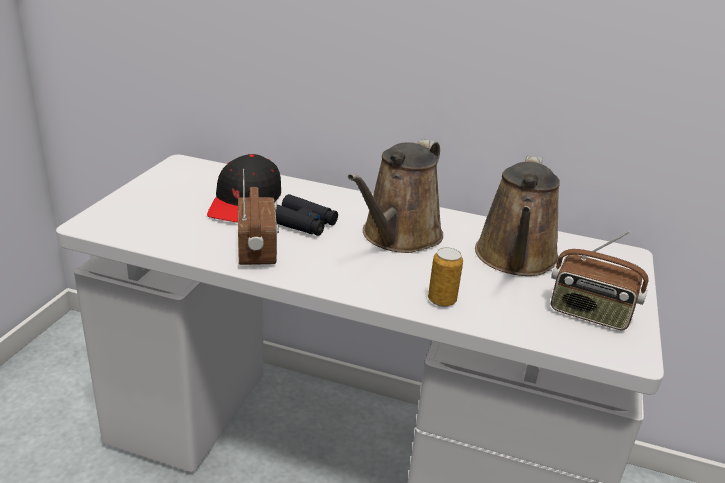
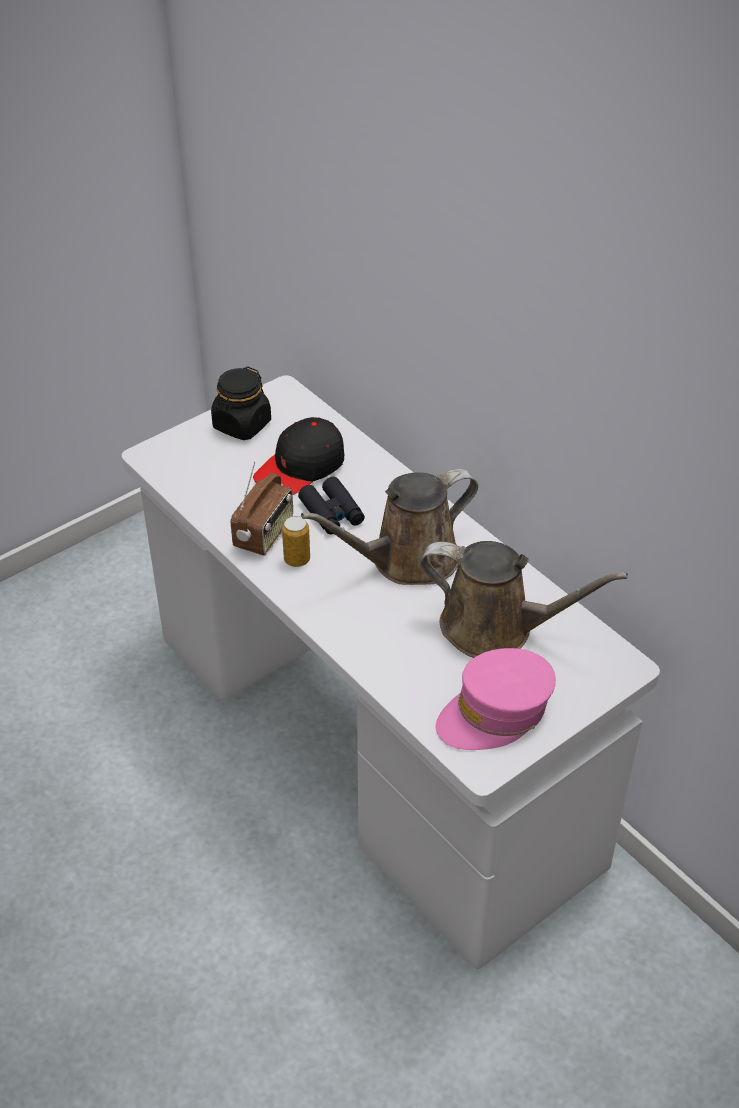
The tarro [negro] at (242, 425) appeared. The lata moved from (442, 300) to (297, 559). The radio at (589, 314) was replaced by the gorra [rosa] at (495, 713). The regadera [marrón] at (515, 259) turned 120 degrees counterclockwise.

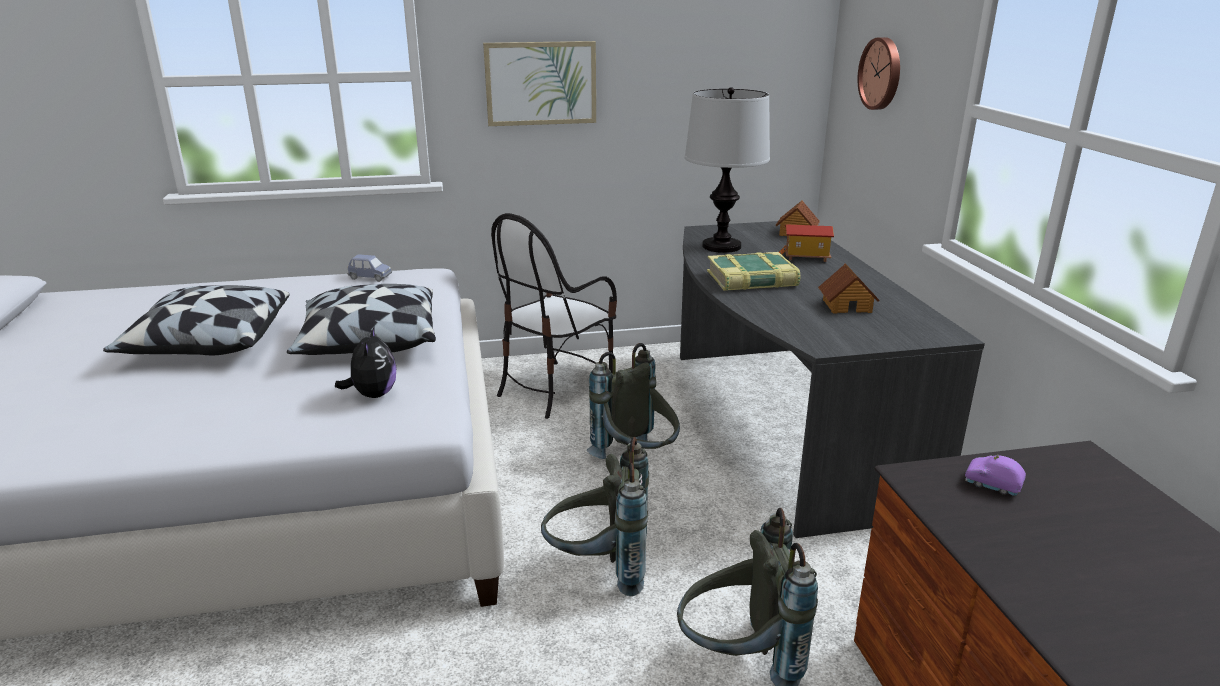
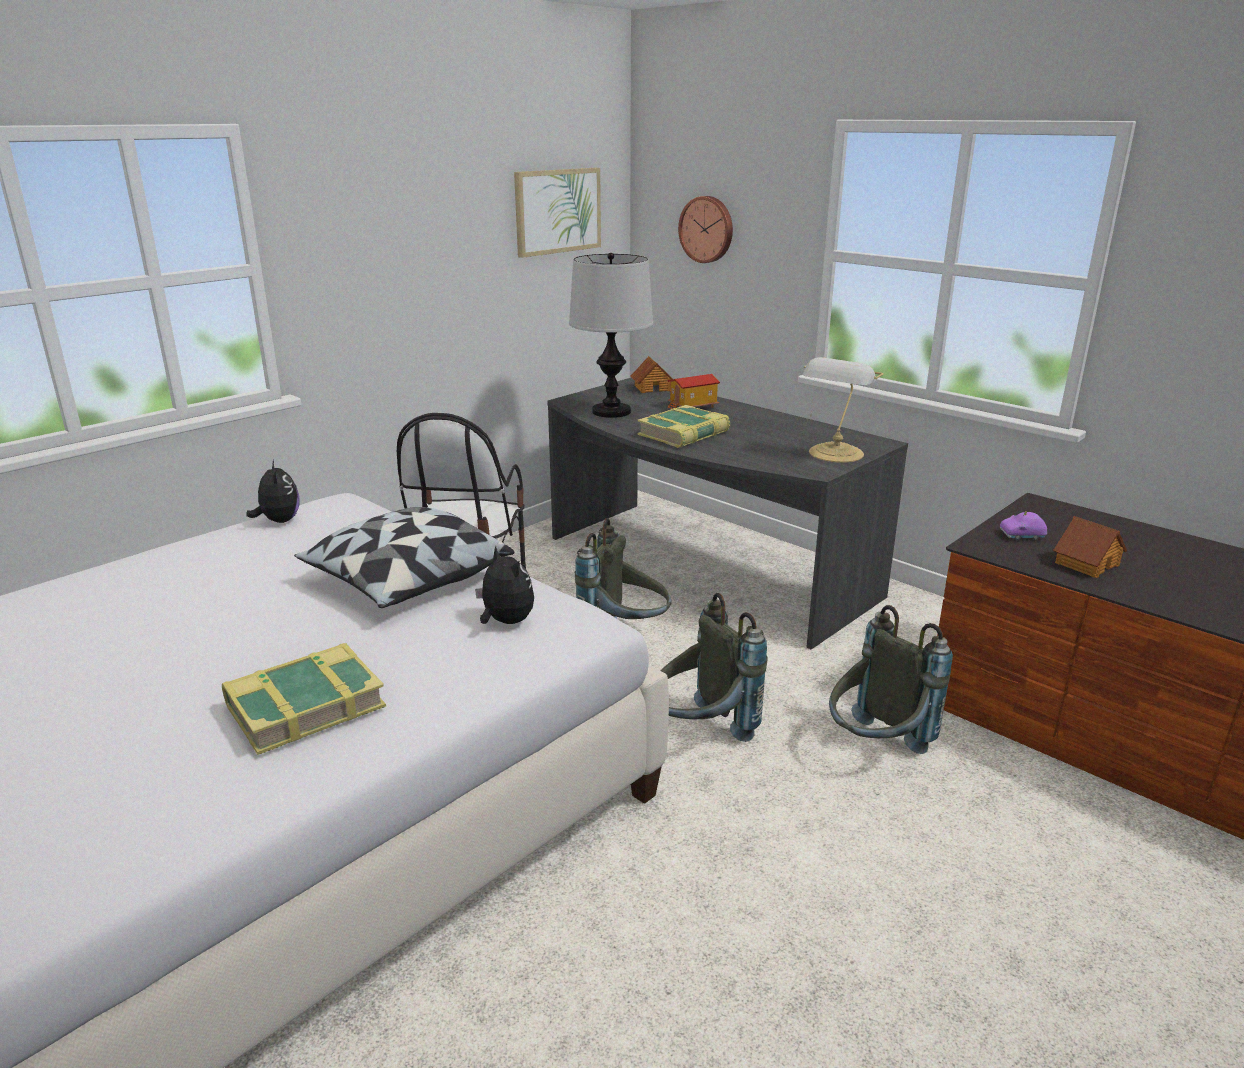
The cojín at (208, 344) disappeared. The libro at (305, 706) appeared. The lámpara de mesa at (835, 454) appeared. The cuadro moved from (541, 83) to (557, 211). The casita moved from (846, 305) to (1086, 563). The coche de juguete [azul] at (370, 277) was replaced by the peluche at (279, 521).

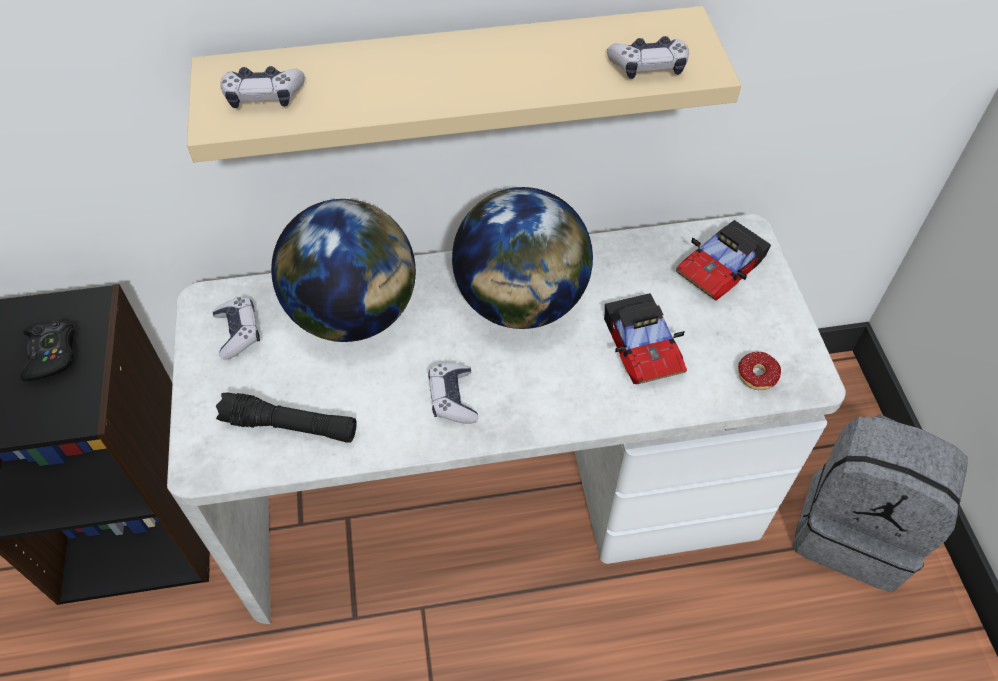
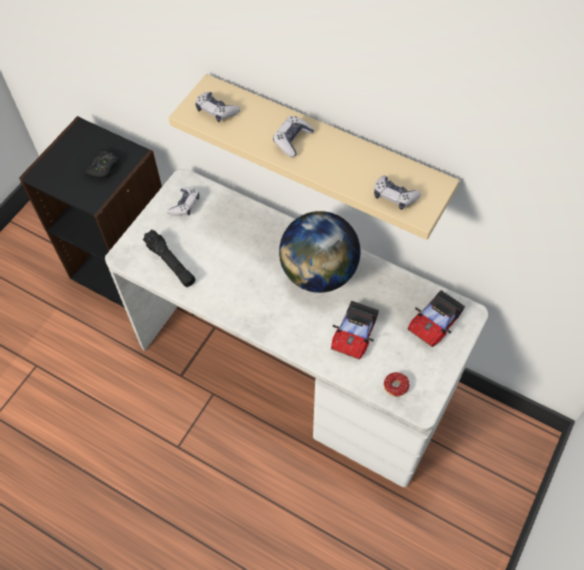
The globo terráqueo at (354, 314) disappeared. The mochila [gris] at (855, 529) disappeared. The mando de consola moved from (453, 398) to (292, 140). The coche de juguete at (720, 268) turned 45 degrees counterclockwise.

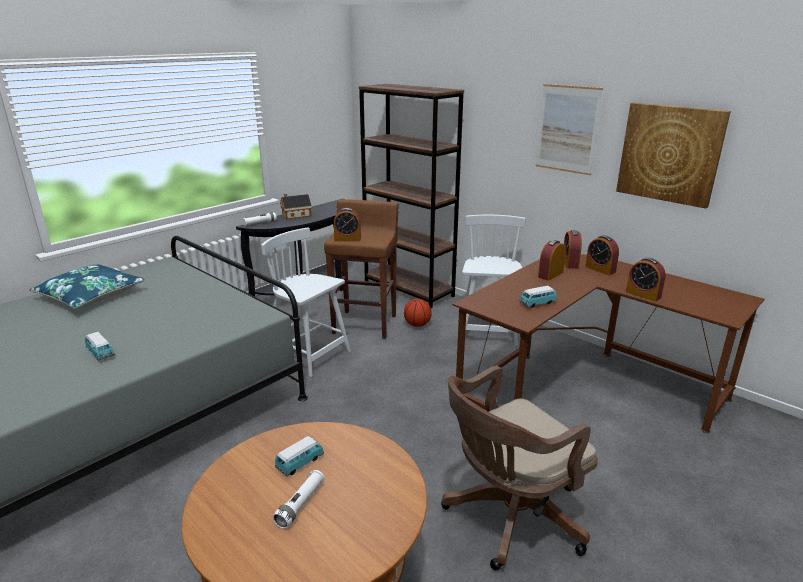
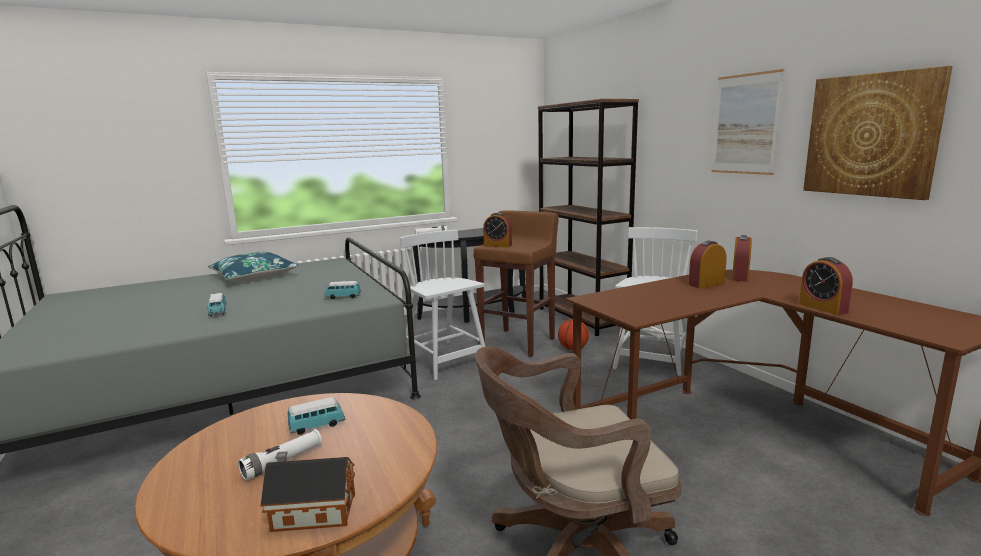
The despertador at (600, 269) disappeared. The casita moved from (295, 215) to (310, 512). The coche de juguete moved from (537, 304) to (343, 297).

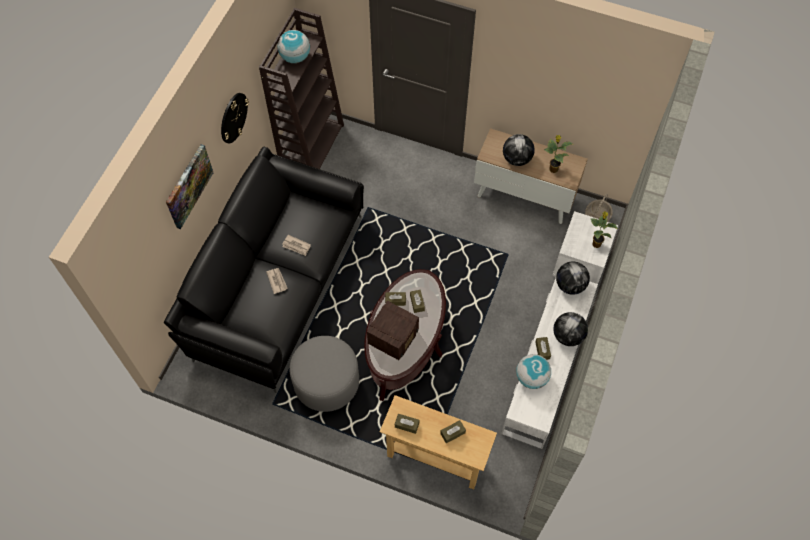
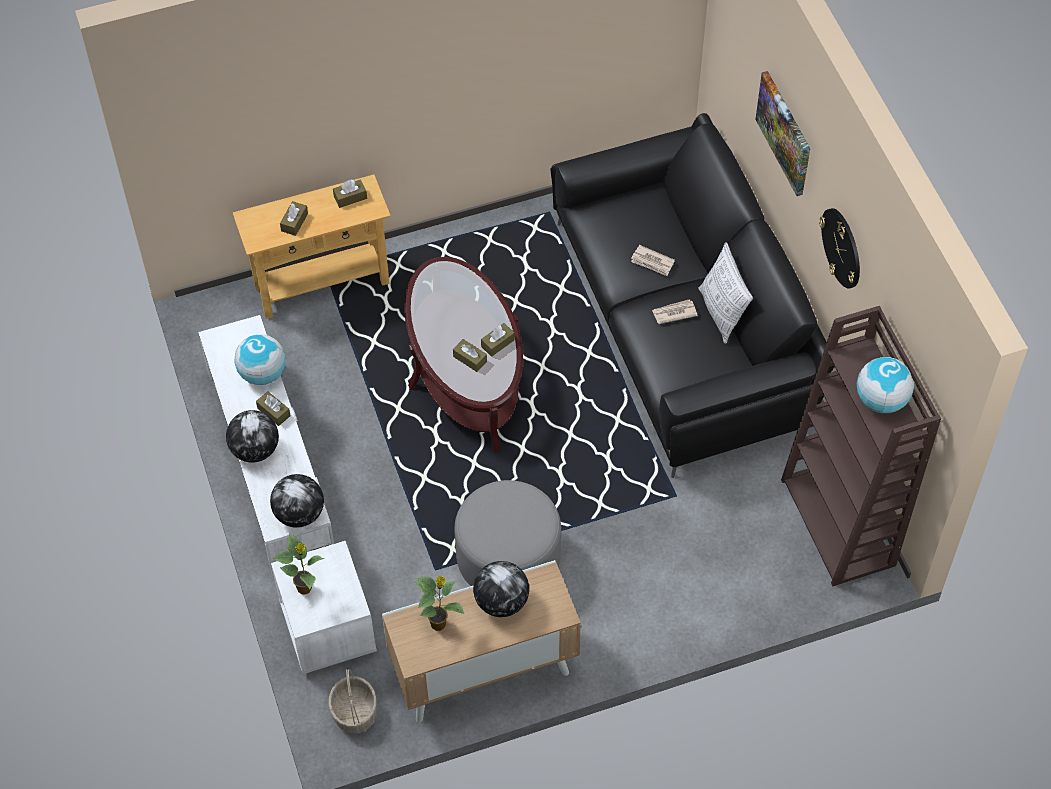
The radio at (394, 337) disappeared. The cojín at (721, 313) appeared. The puf [gris] moved from (326, 382) to (508, 558).

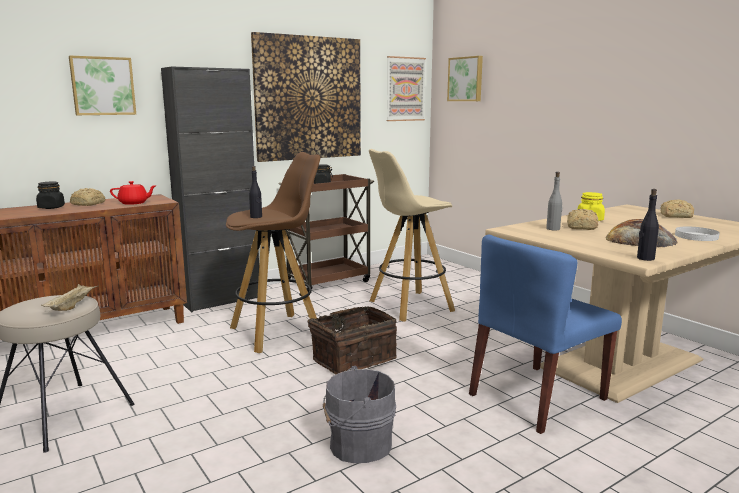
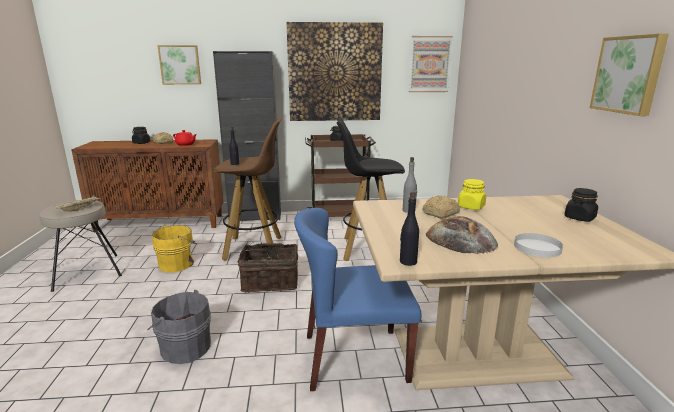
The cubo [amarillo] at (178, 263) appeared. The cuadro moved from (466, 79) to (629, 74). The pan at (675, 216) was replaced by the tarro [negro] at (579, 218). The taburete [beis] at (409, 306) became the taburete [negro] at (368, 249).

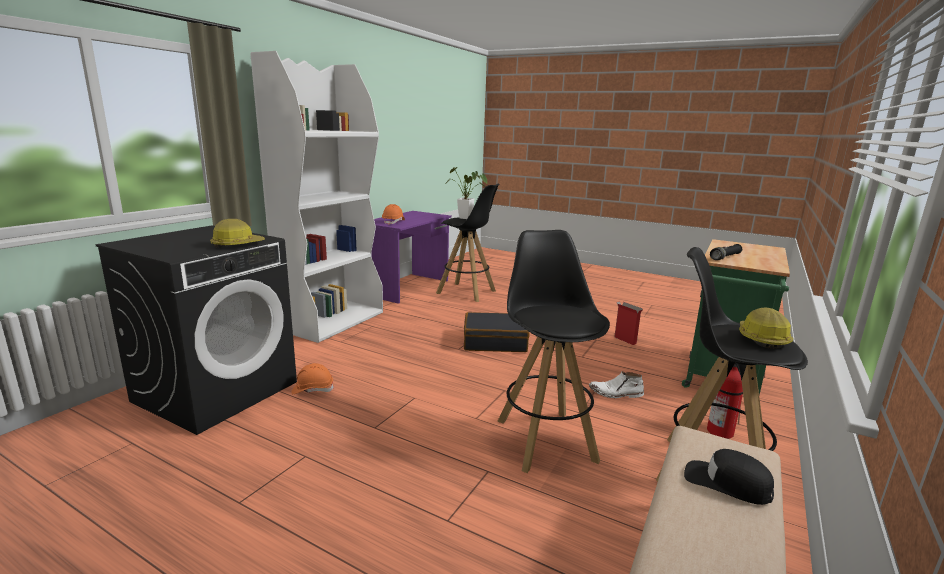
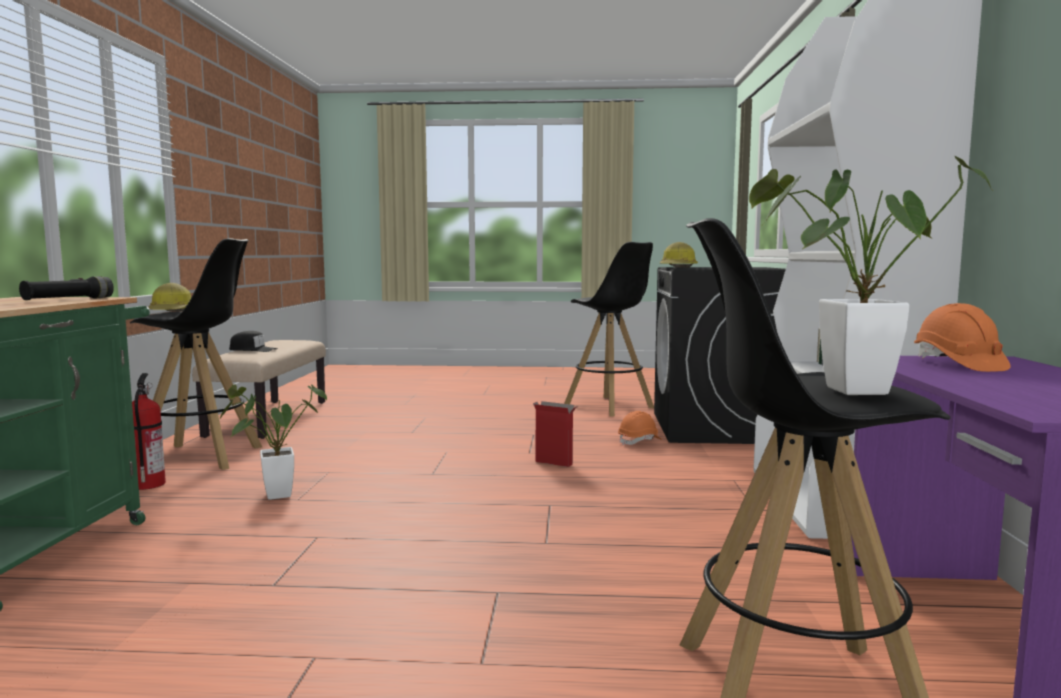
The maleta [negro] at (495, 341) disappeared. The taburete [negro] moved from (545, 439) to (609, 406). The caja de cartón moved from (624, 340) to (554, 463). The bota [blanco] at (616, 393) was replaced by the planta en maceta at (271, 496).

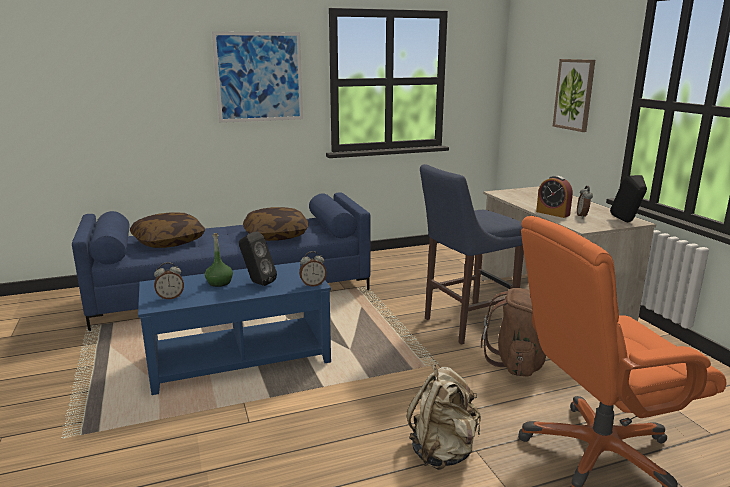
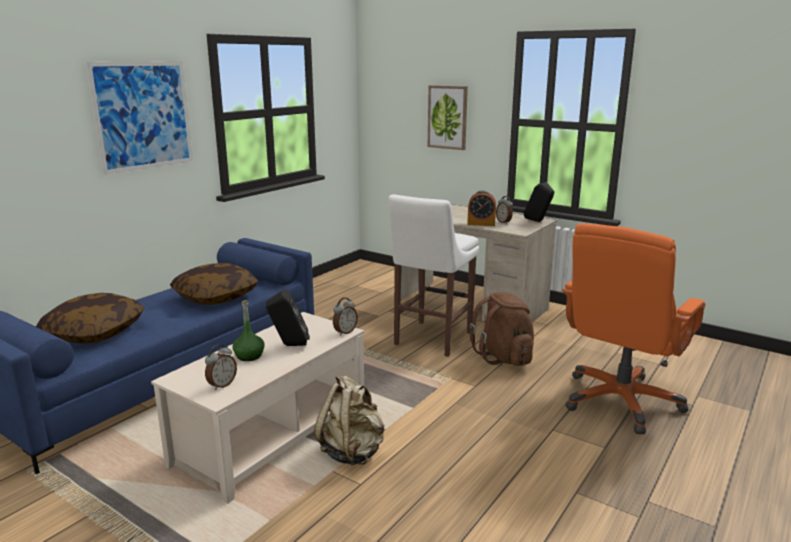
The mochila [beis] moved from (443, 451) to (352, 452). The mesa de centro [azul] at (240, 358) became the mesa de centro [beis] at (273, 435). The taburete [azul] at (464, 324) became the taburete [blanco] at (431, 340).

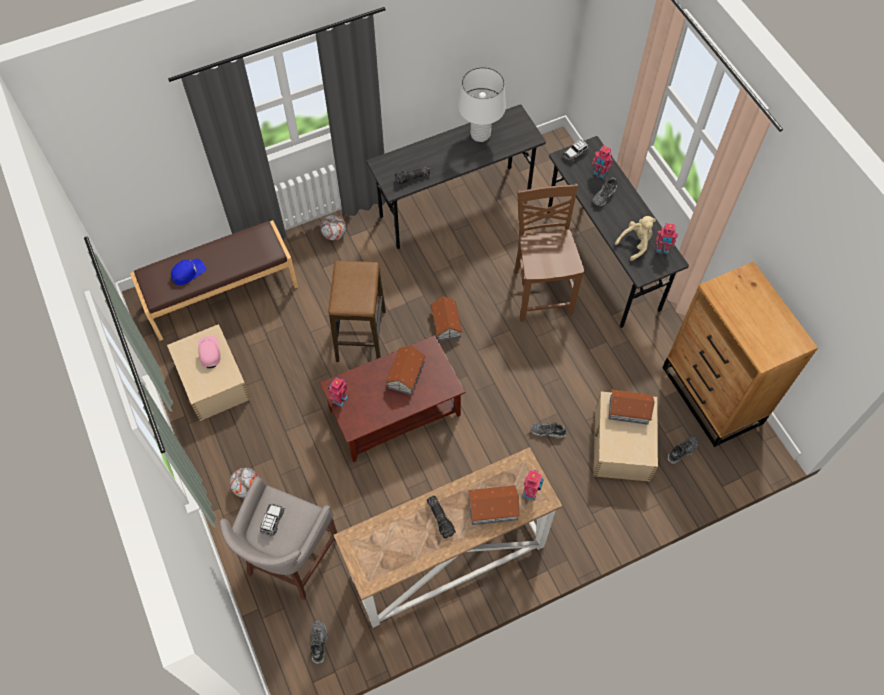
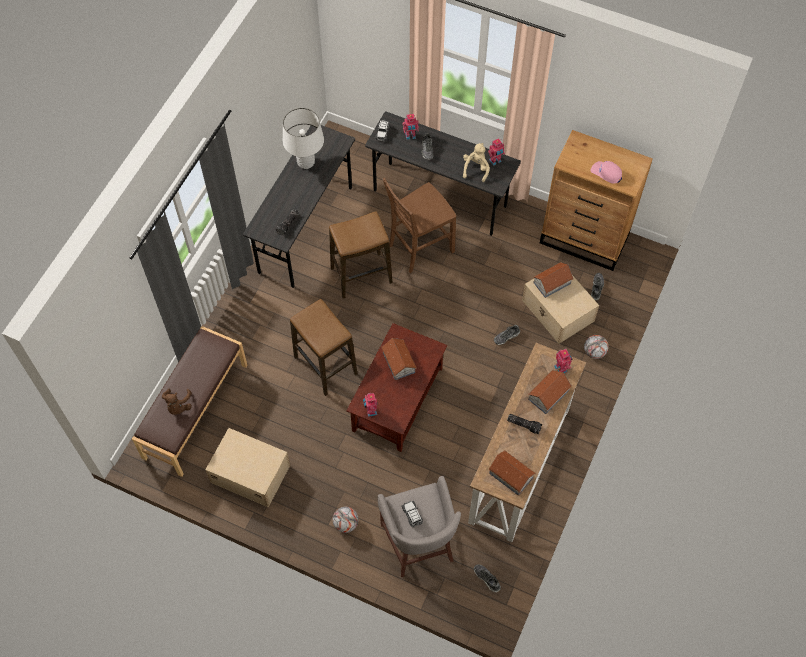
The taburete at (361, 275) appeared. The gorra [rosa] moved from (209, 352) to (606, 173). The balón de fútbol moved from (334, 235) to (594, 352). The casita moved from (446, 323) to (510, 475). The gorra [azul] at (188, 272) was replaced by the peluche [marrón] at (178, 406). The silla [marrón] at (541, 292) turned 75 degrees counterclockwise.

